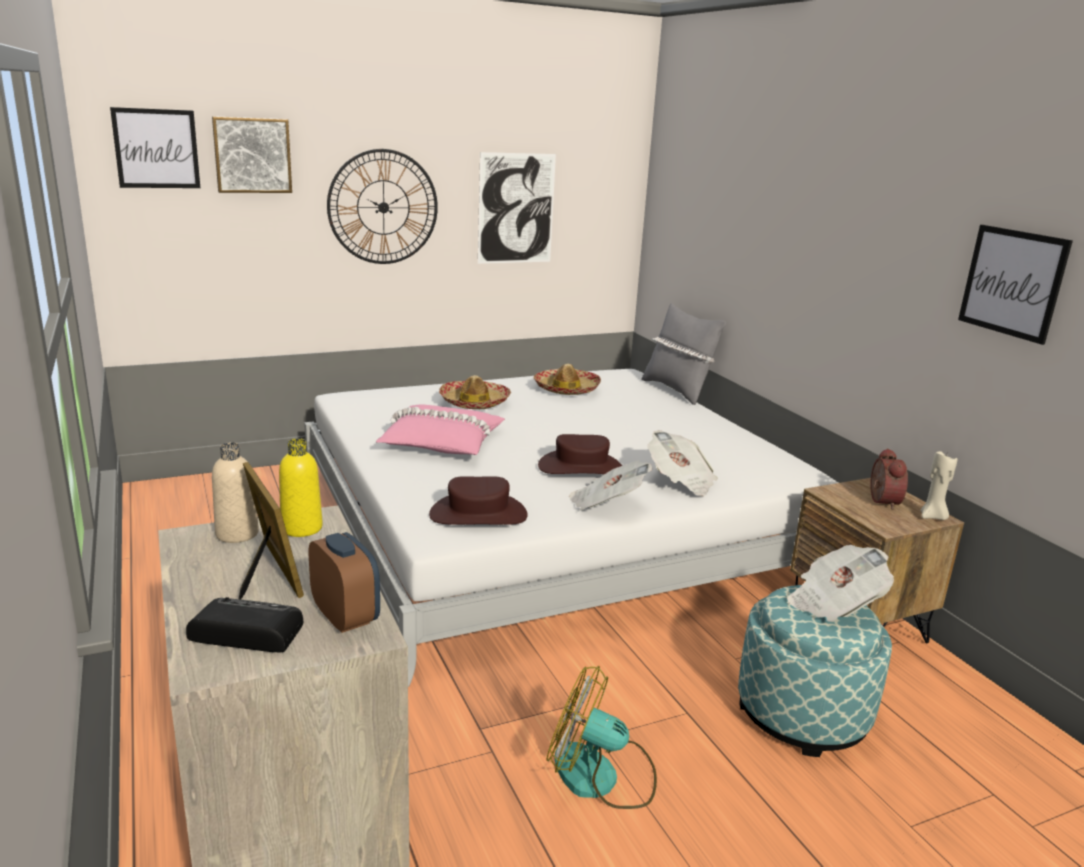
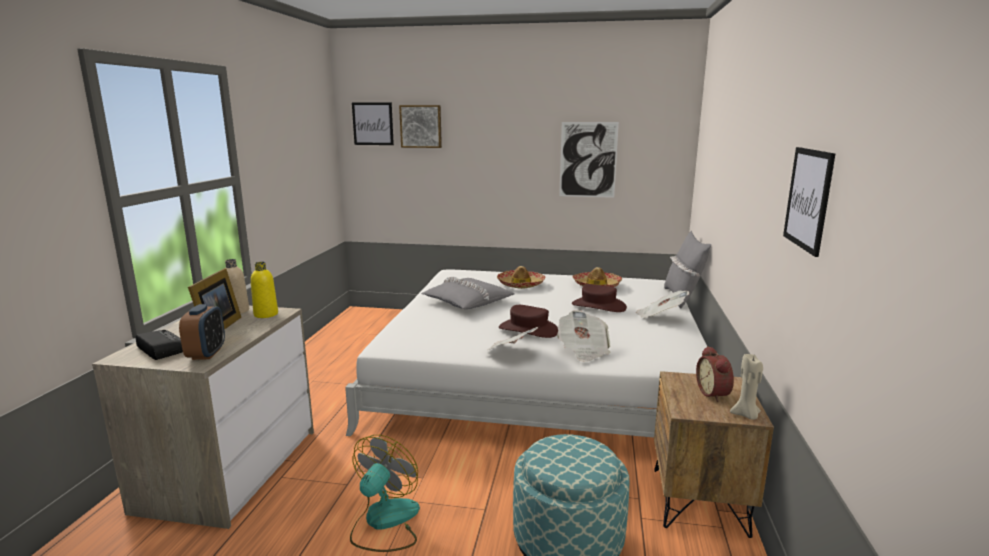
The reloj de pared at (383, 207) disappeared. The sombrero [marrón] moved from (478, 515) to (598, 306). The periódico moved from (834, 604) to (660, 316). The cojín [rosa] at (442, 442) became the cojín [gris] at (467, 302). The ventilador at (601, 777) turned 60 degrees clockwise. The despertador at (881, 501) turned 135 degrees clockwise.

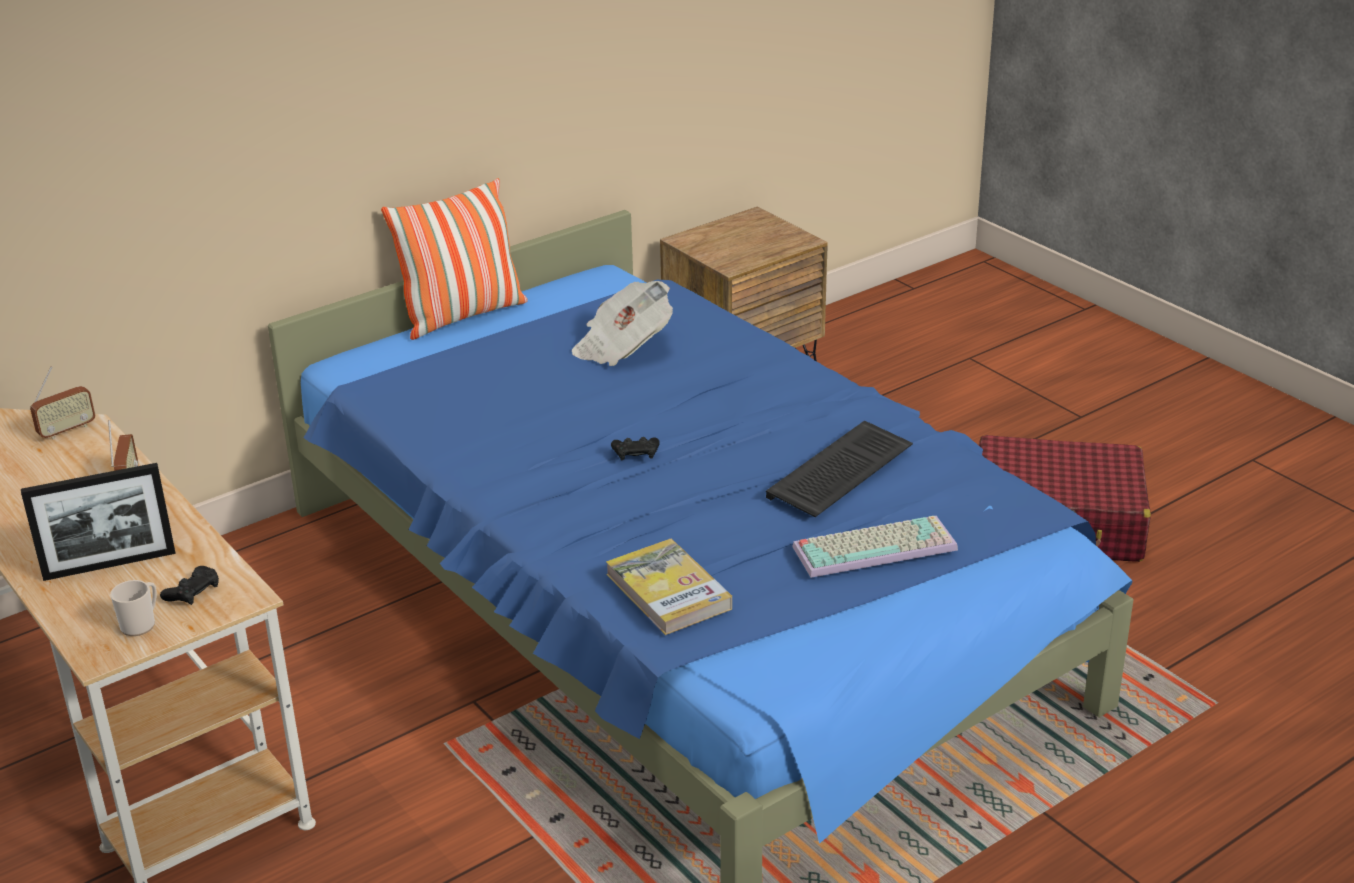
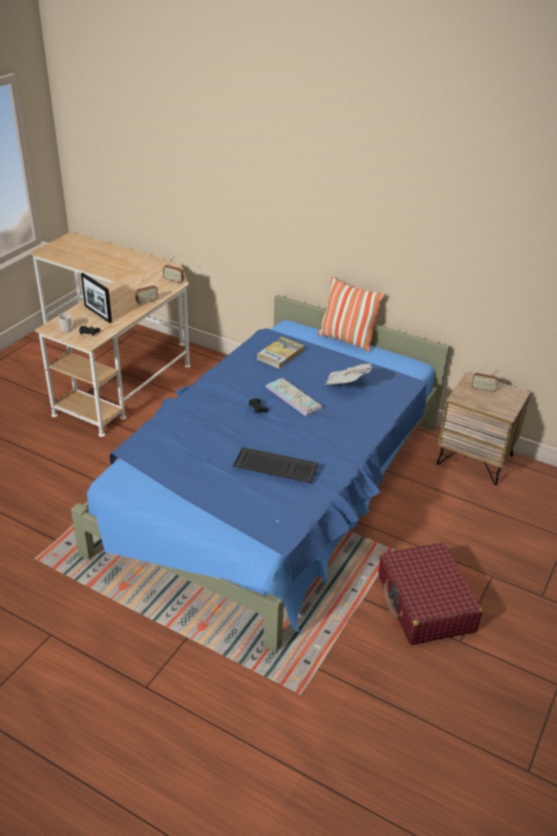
The radio at (483, 389) appeared. The libro moved from (668, 591) to (280, 354). The teclado moved from (875, 546) to (295, 397).

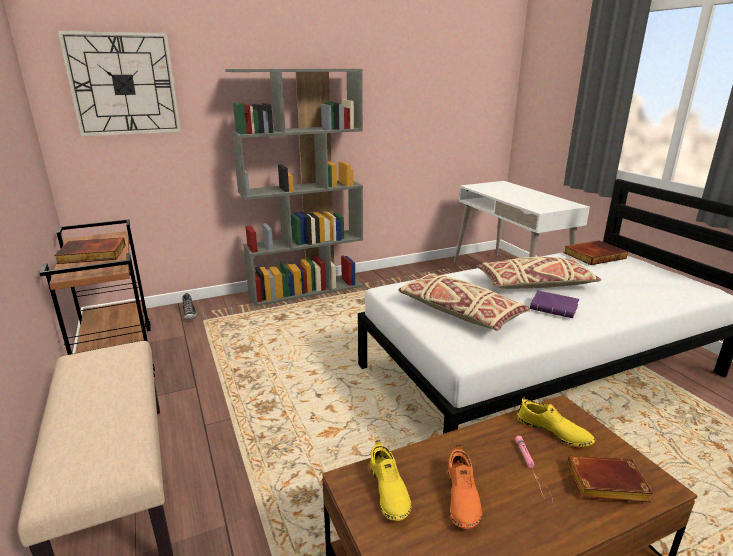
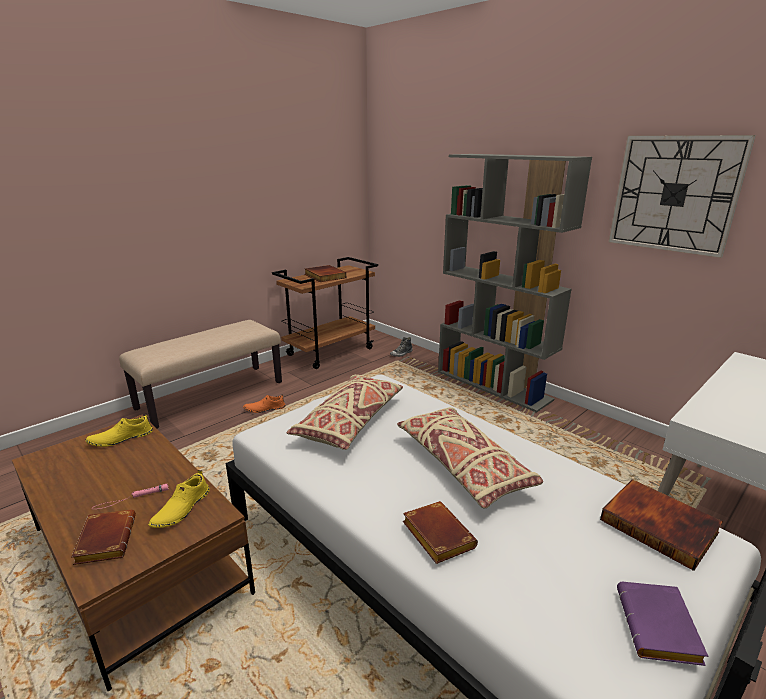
The libro [marrón] at (435, 535) appeared. The reloj de pared moved from (123, 84) to (674, 194). The zapato [naranja] moved from (461, 497) to (264, 409). The libro [morado] moved from (555, 308) to (660, 629).

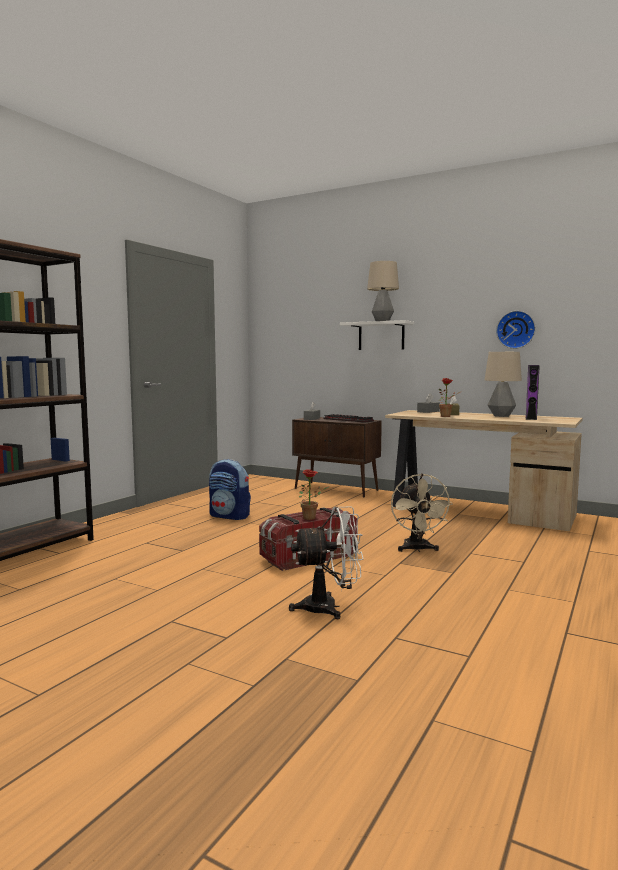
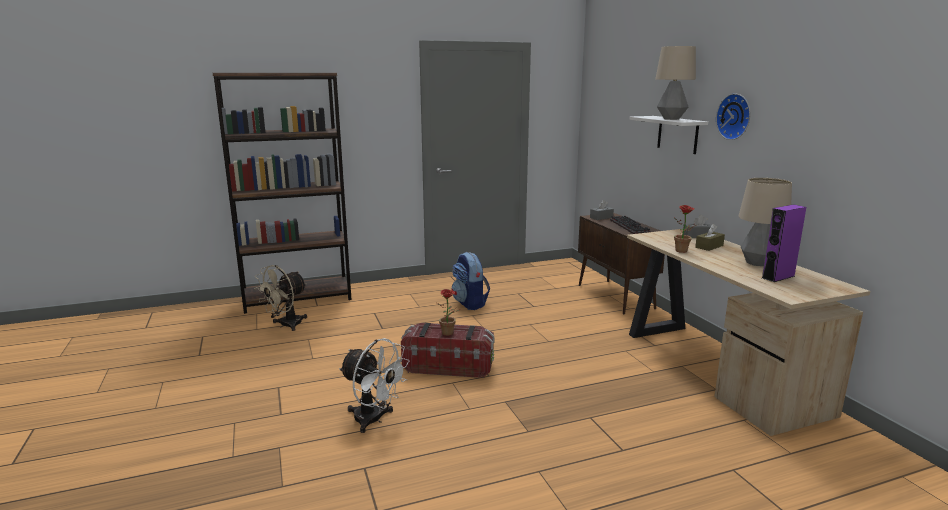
The ventilador [beis] moved from (417, 549) to (286, 325). The reloj de pared moved from (516, 329) to (735, 116).

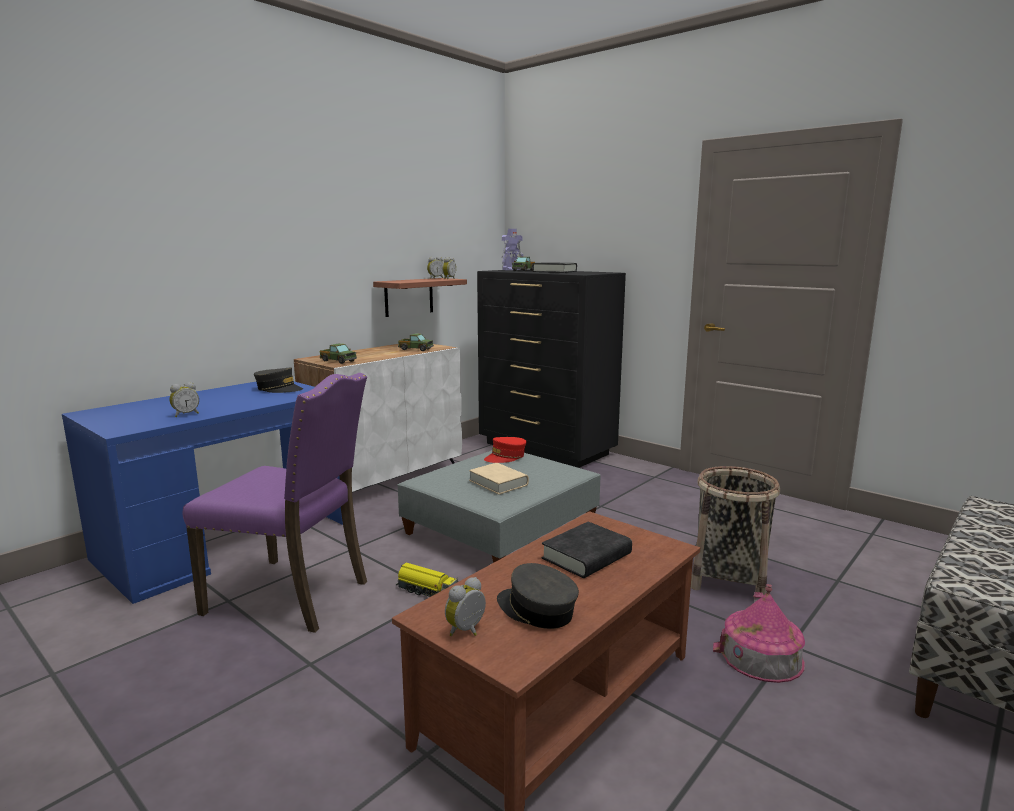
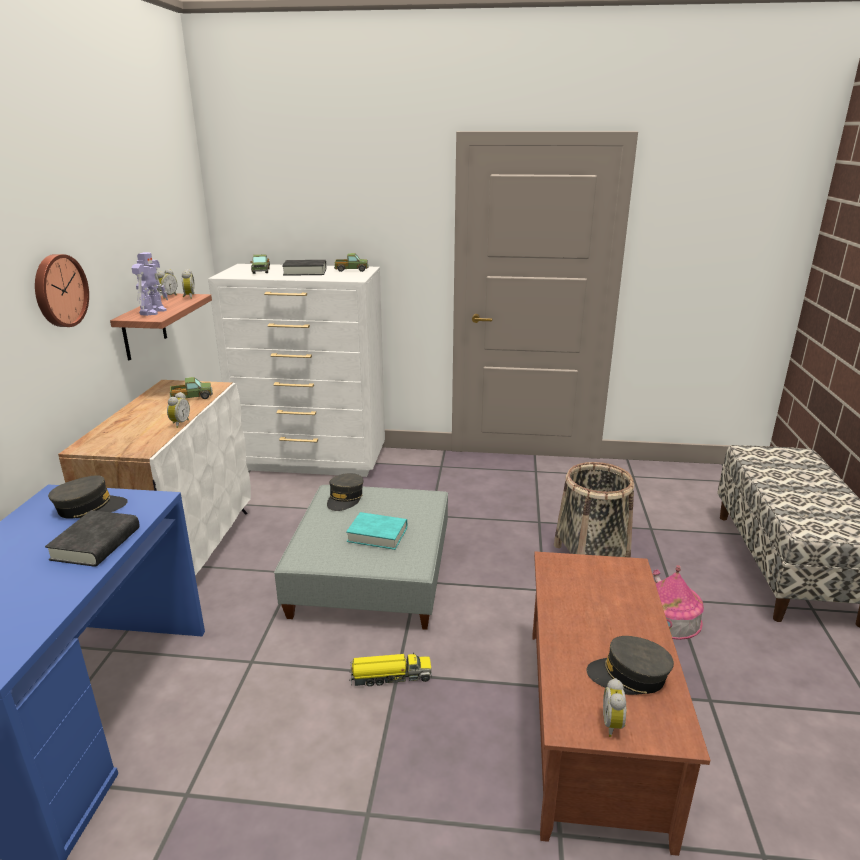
The silla [morado] at (292, 596) disappeared. The reloj de pared at (59, 290) appeared. The despertador moved from (186, 414) to (179, 423). The camión de juguete moved from (338, 361) to (351, 270). The robot de juguete moved from (512, 269) to (153, 311). The libro [negro] moved from (586, 556) to (96, 544). The libro [beis] at (498, 483) became the libro [turquesa] at (377, 535). The cómoda [negro] at (546, 449) became the cómoda [blanco] at (313, 460). The gorra [rojo] at (505, 457) became the gorra [gris] at (345, 498).

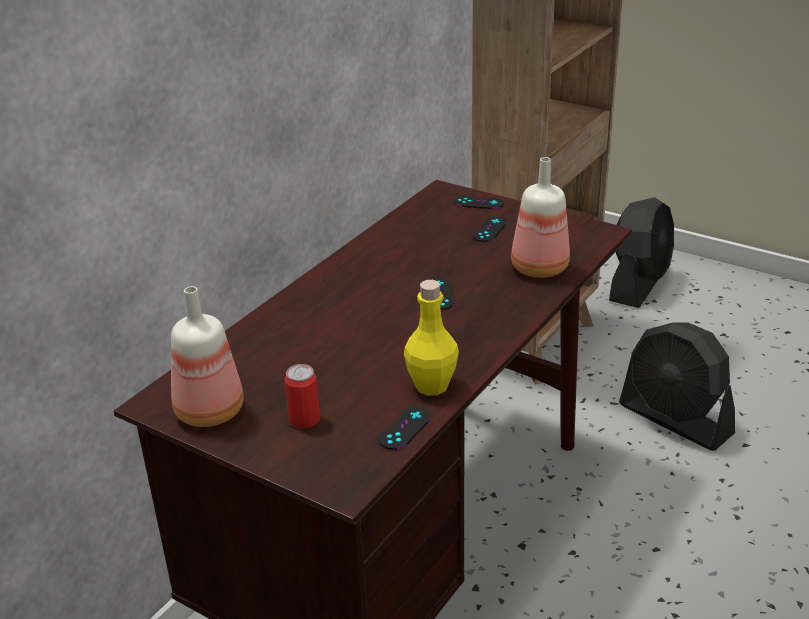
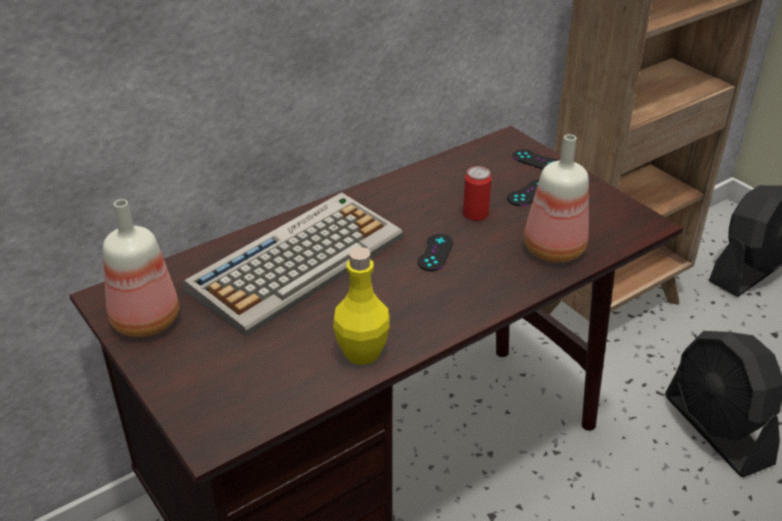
The mando de consola [negro] at (404, 428) disappeared. The teclado at (298, 262) appeared. The lata moved from (304, 419) to (475, 214).

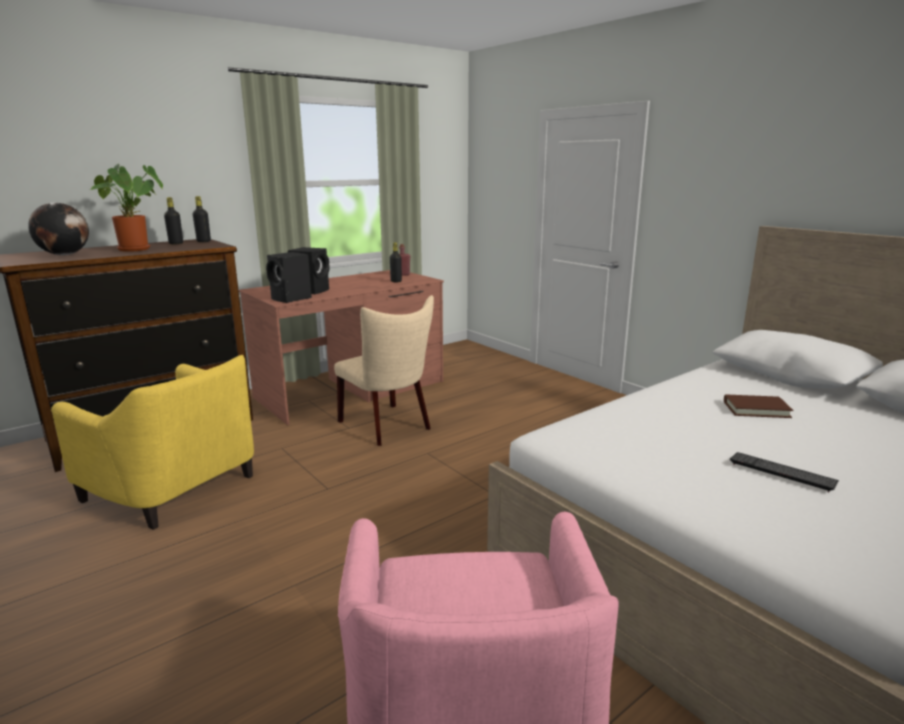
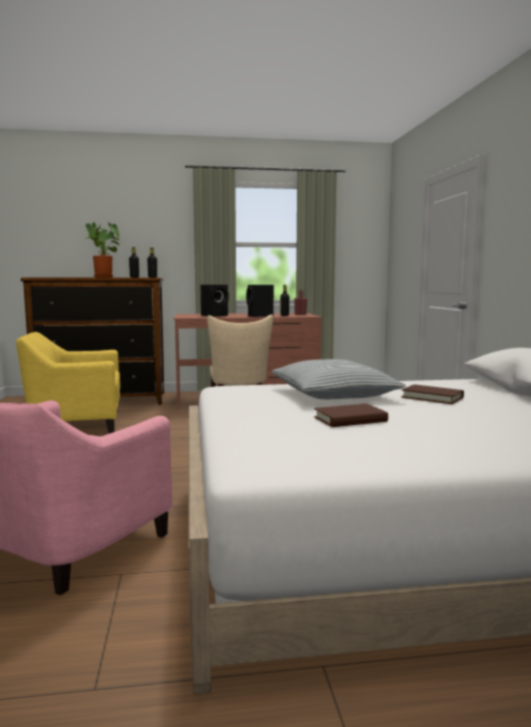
The globo terráqueo at (65, 255) disappeared. The cojín at (333, 394) appeared. The altavoz [negro] moved from (291, 299) to (260, 316). The teclado at (782, 472) was replaced by the libro [marrón] at (350, 420). The sillón [amarillo] at (176, 487) turned 105 degrees clockwise.

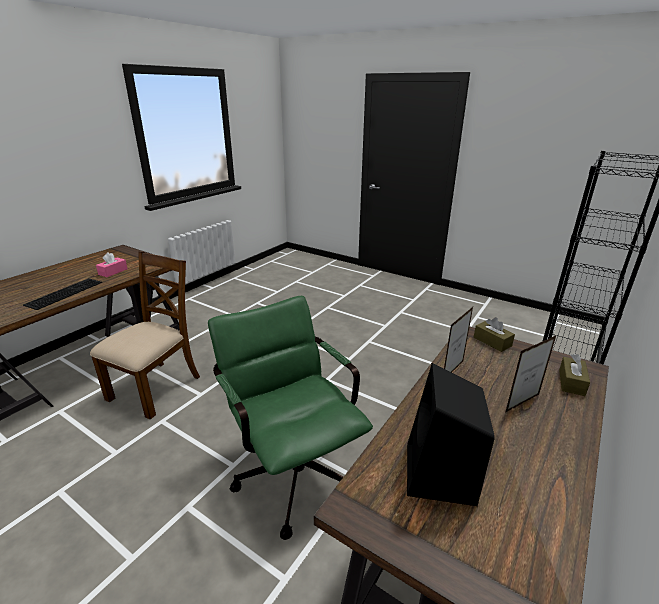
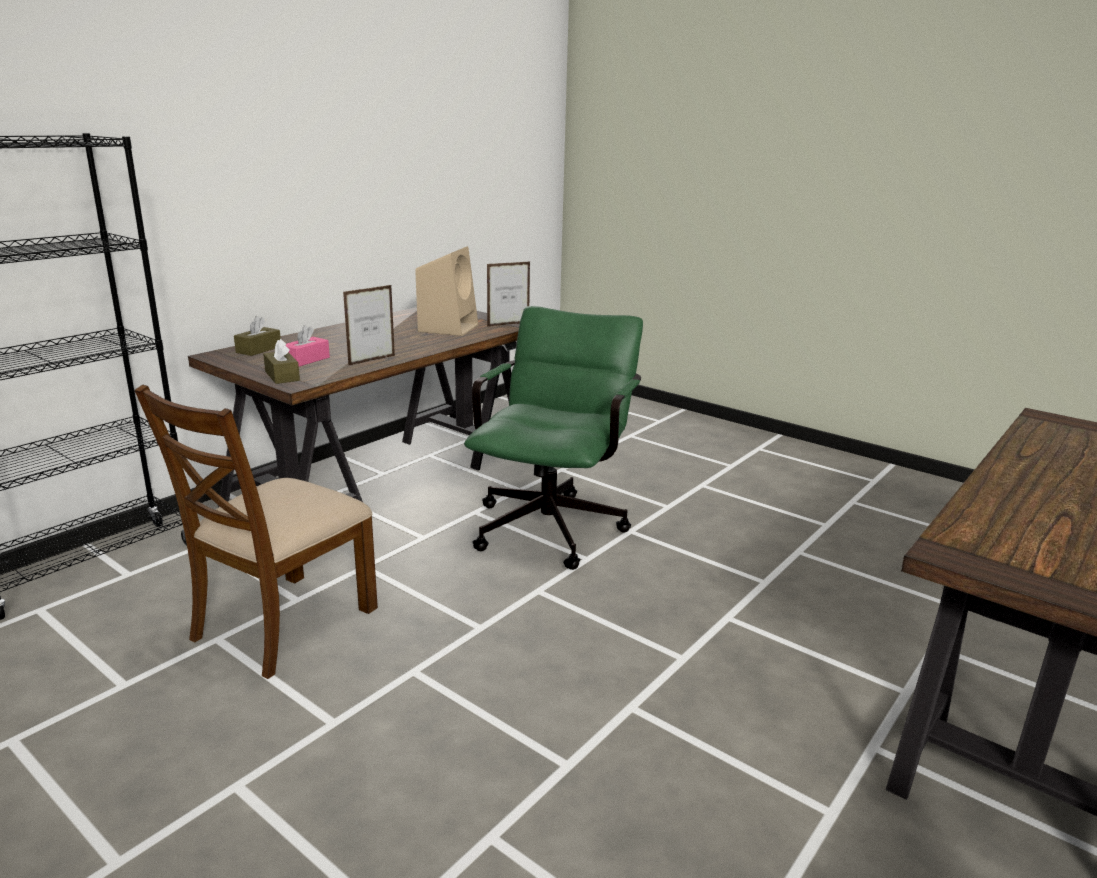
The teclado at (64, 292) disappeared. The silla [marrón] moved from (156, 387) to (282, 623). The caja de pañuelos [rosa] moved from (113, 272) to (306, 360). The portarretratos moved from (522, 403) to (508, 324). The altavoz [negro] at (440, 475) became the altavoz [beis] at (448, 328). The silla de oficina [verde] at (293, 469) turned 135 degrees counterclockwise.

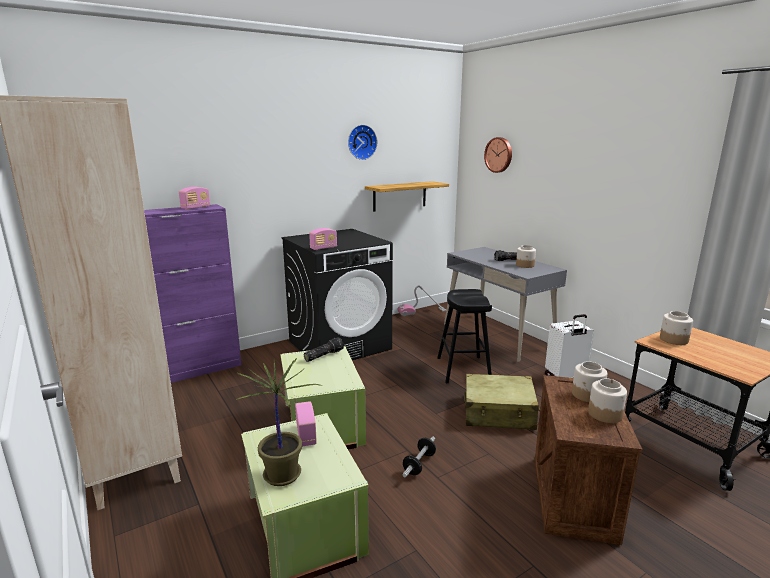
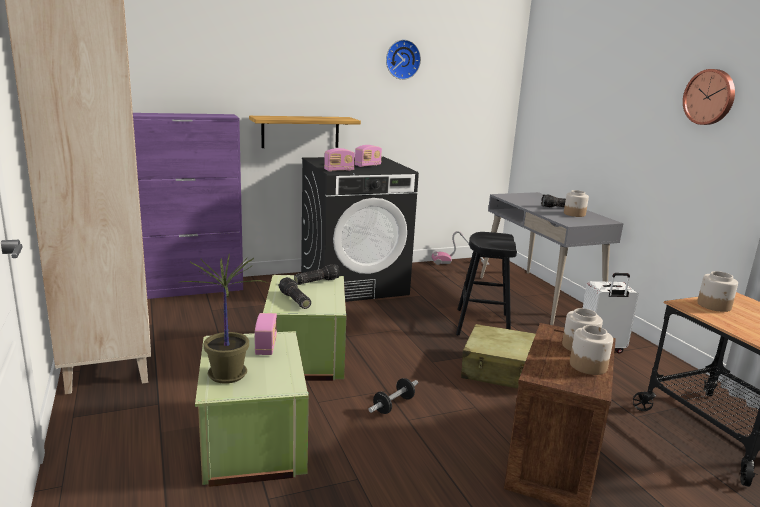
The linterna at (294, 300) appeared. The radio moved from (195, 208) to (368, 165). The estante moved from (399, 196) to (300, 132). The reloj de pared moved from (499, 155) to (710, 97).

